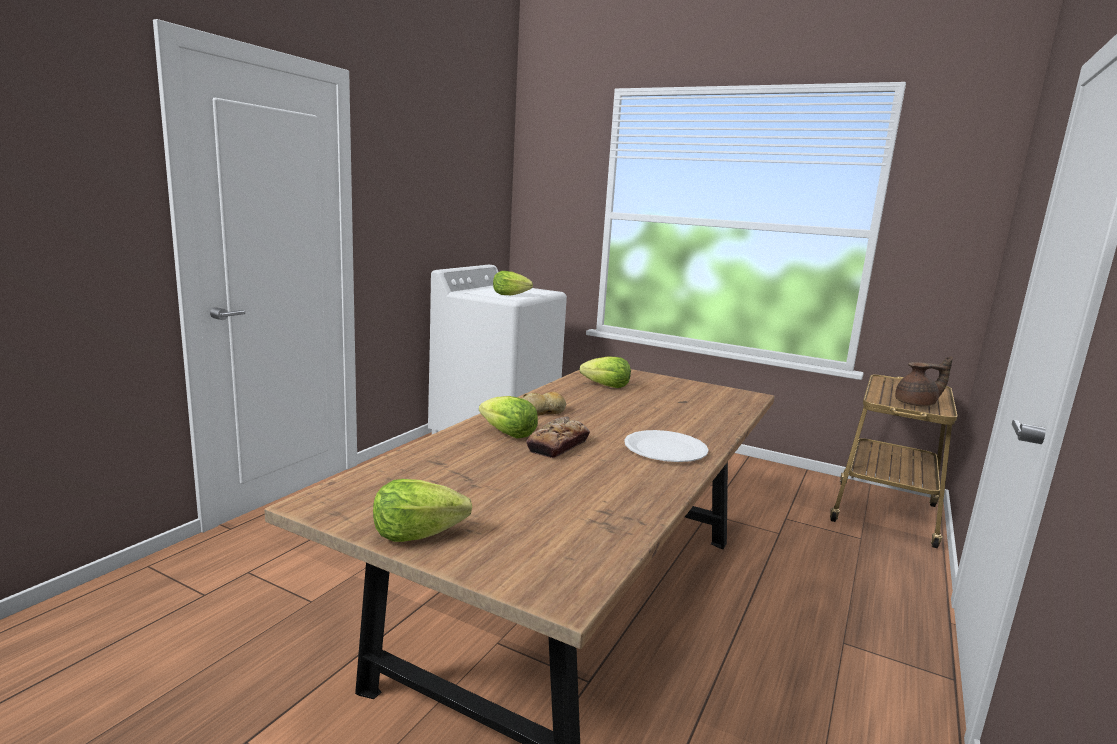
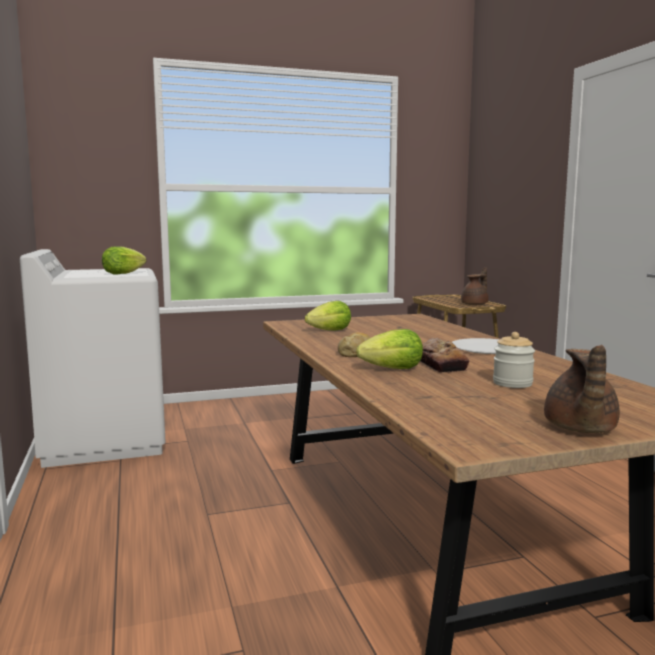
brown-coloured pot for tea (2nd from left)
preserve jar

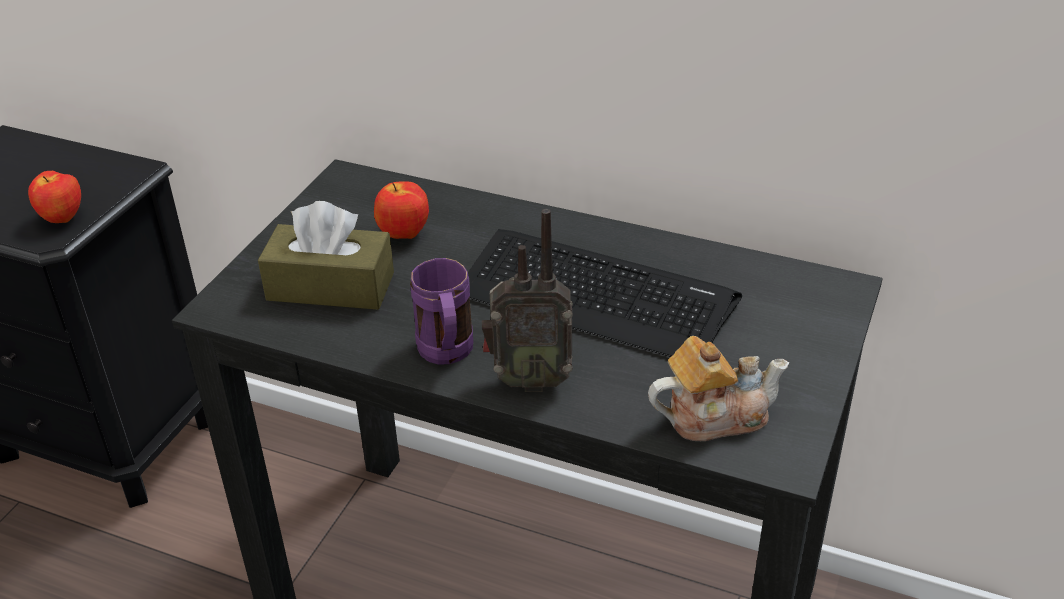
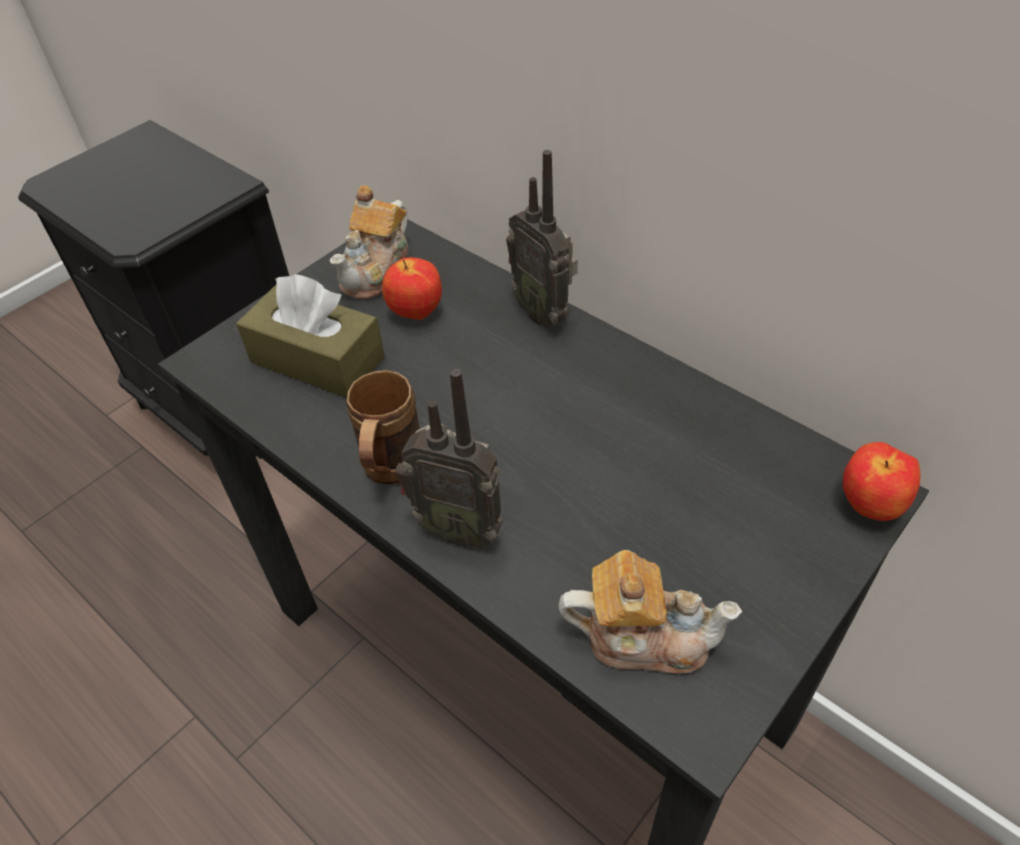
apple fruit (2nd from left)
brown-coloured mug
computer keyboard
pot for tea (1st from left)
radio set (2nd from left)

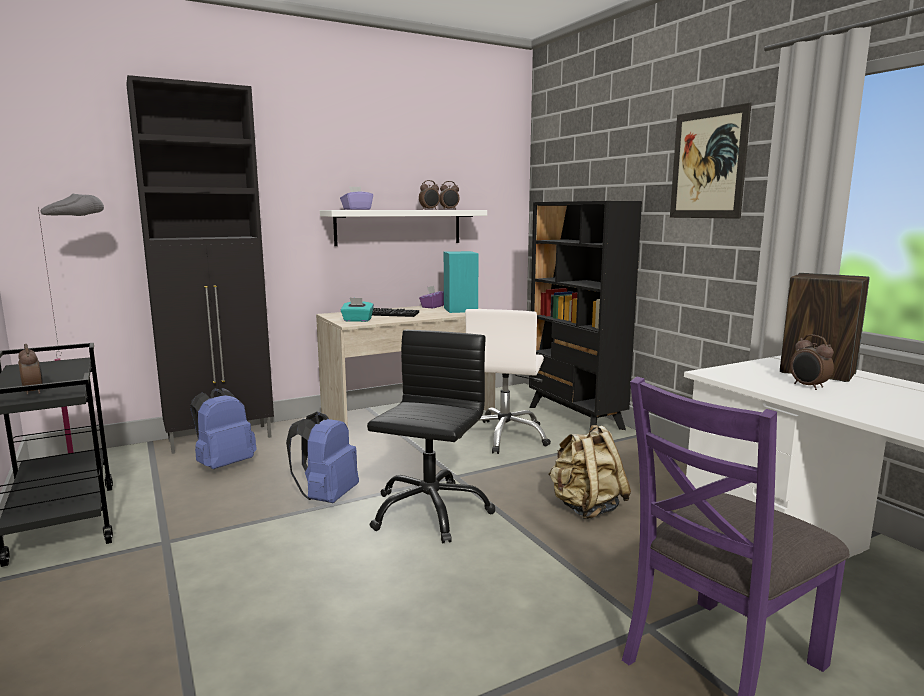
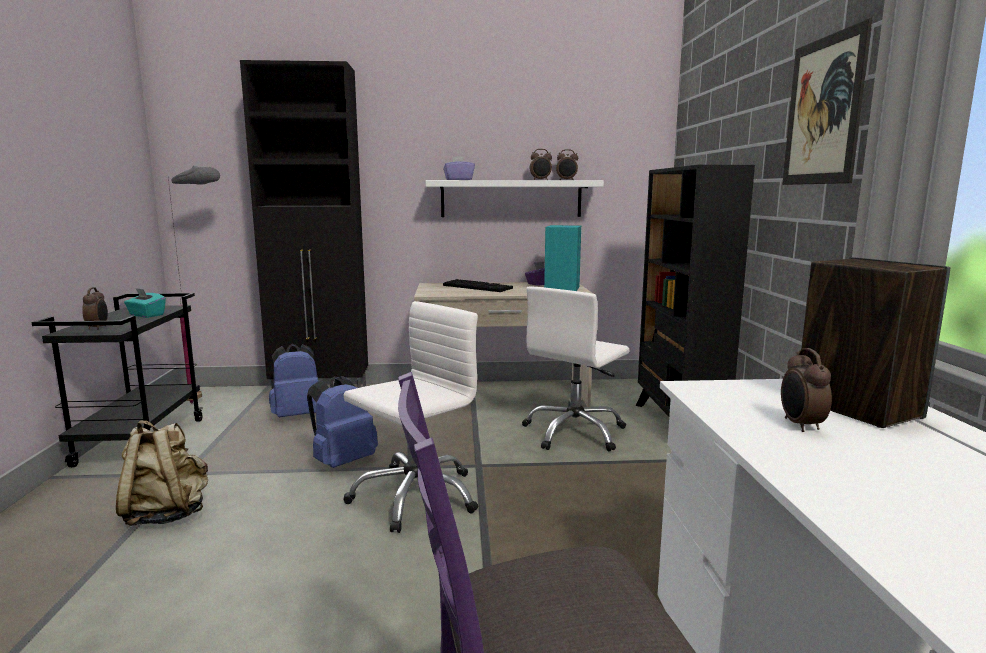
turquoise-coloured tissue box
white-coloured office chair (1st from left)
beige-coloured backpack

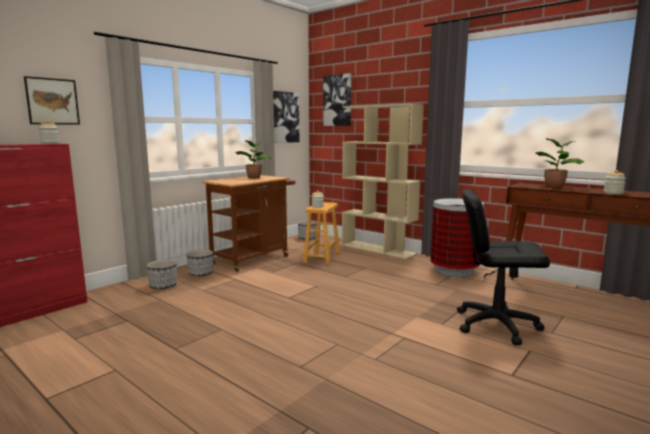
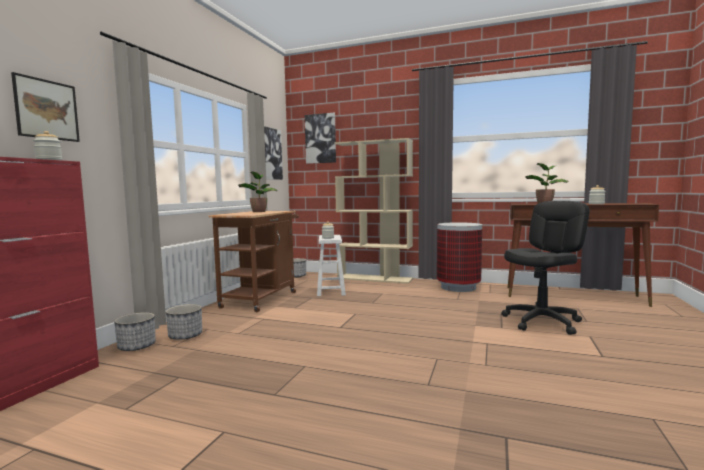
plant pot (1st from left)
white-coloured stool
black-coloured office chair

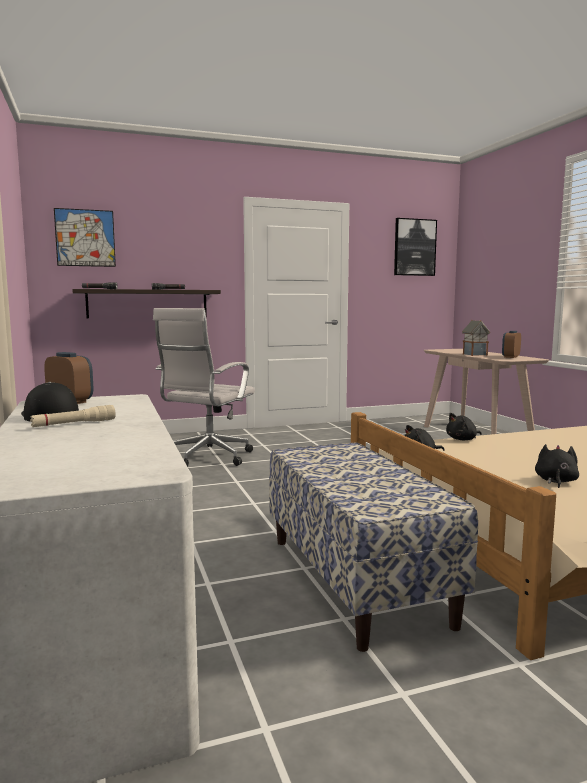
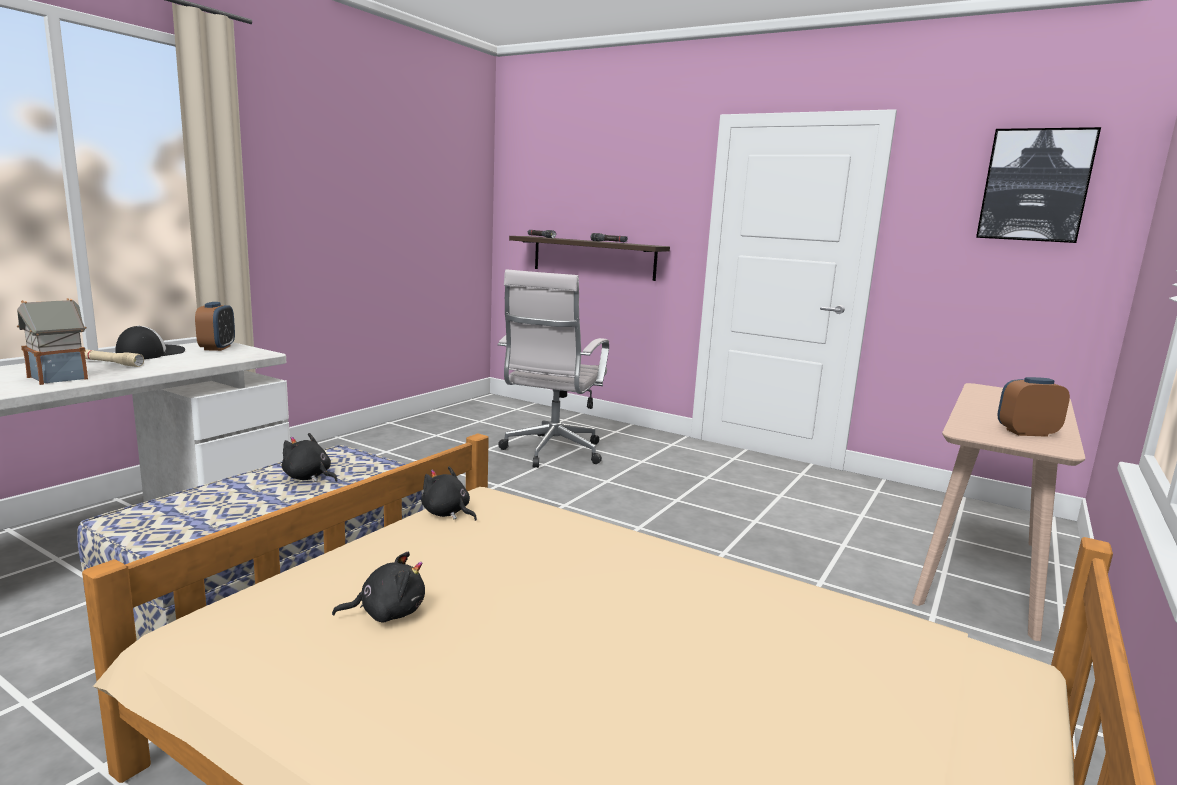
wall picture (1st from left in the first image)
white-coloured office chair
black-coloured plush toy (1st from left)
toy house

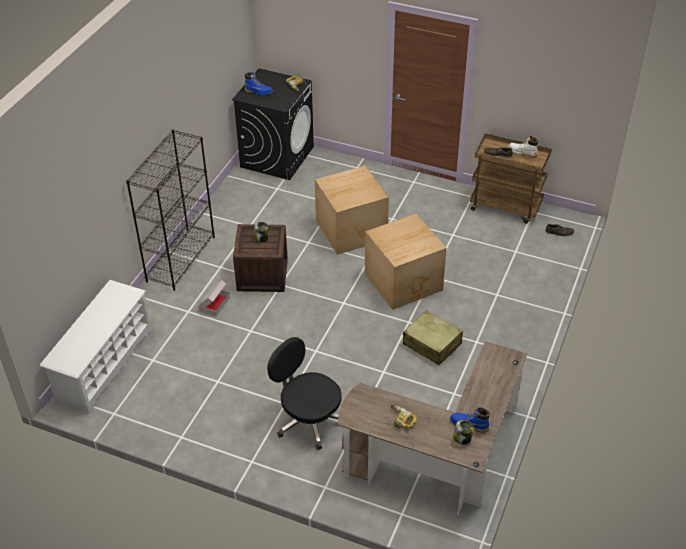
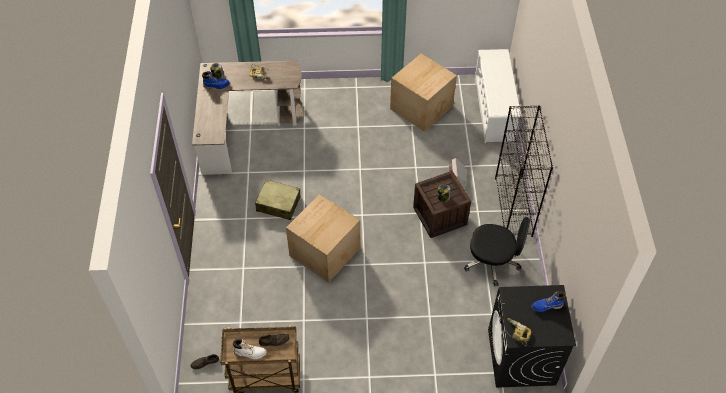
black-coloured office chair
carton (2nd from left)

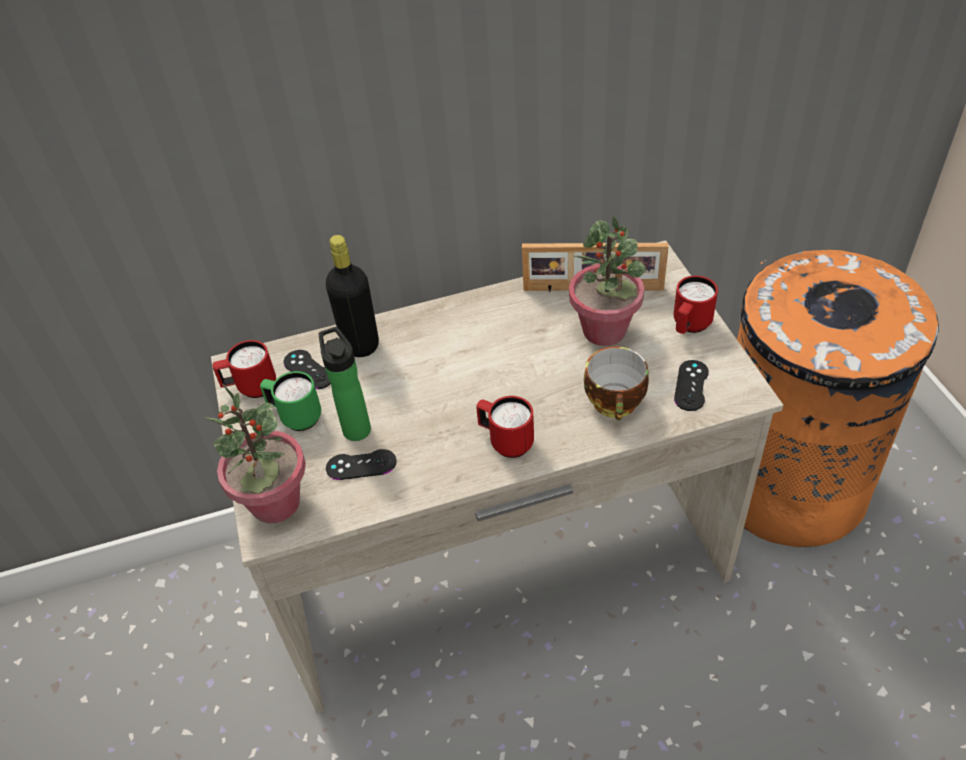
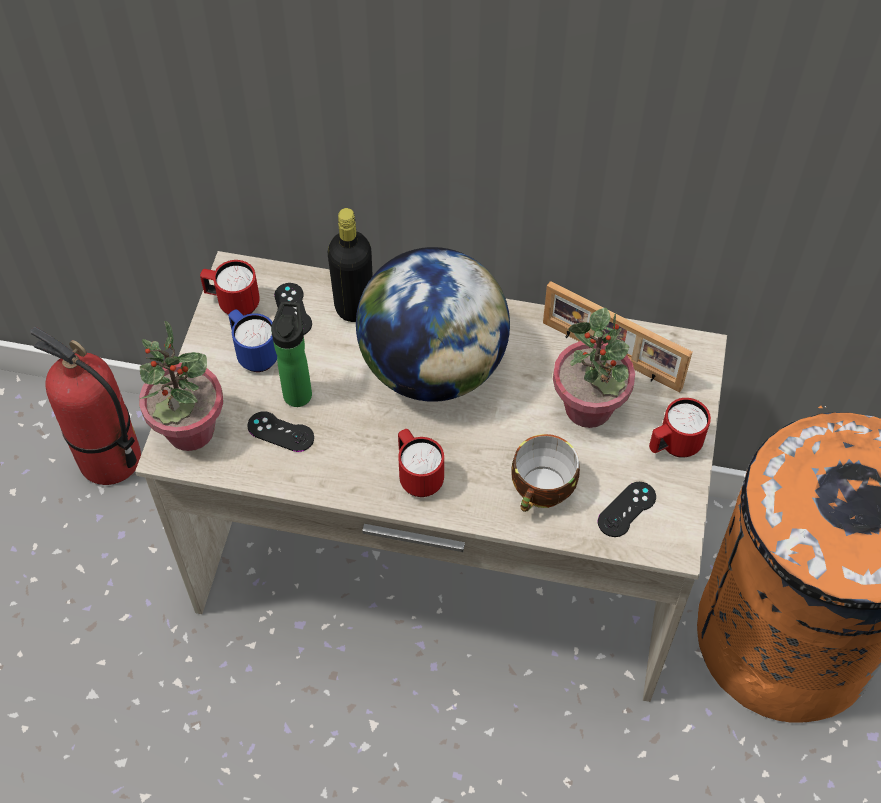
bluish mug
fire extinguisher
desk globe

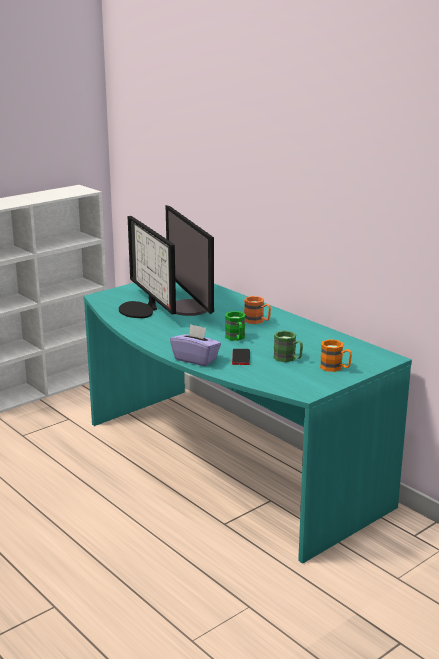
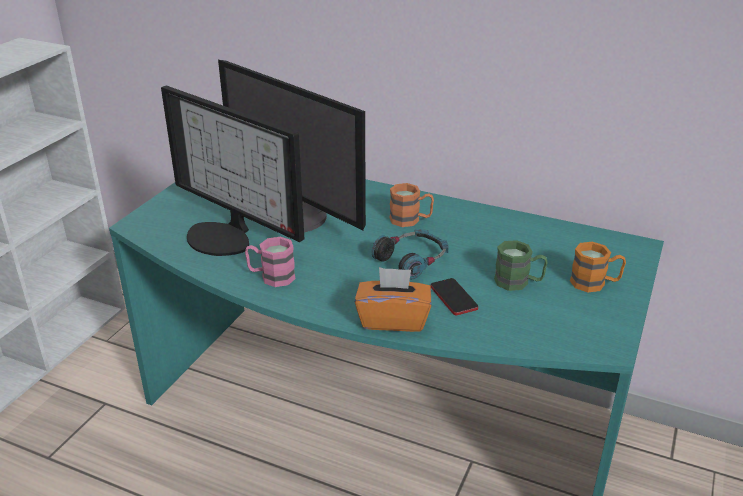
orangey tissue box
headphones
pink mug

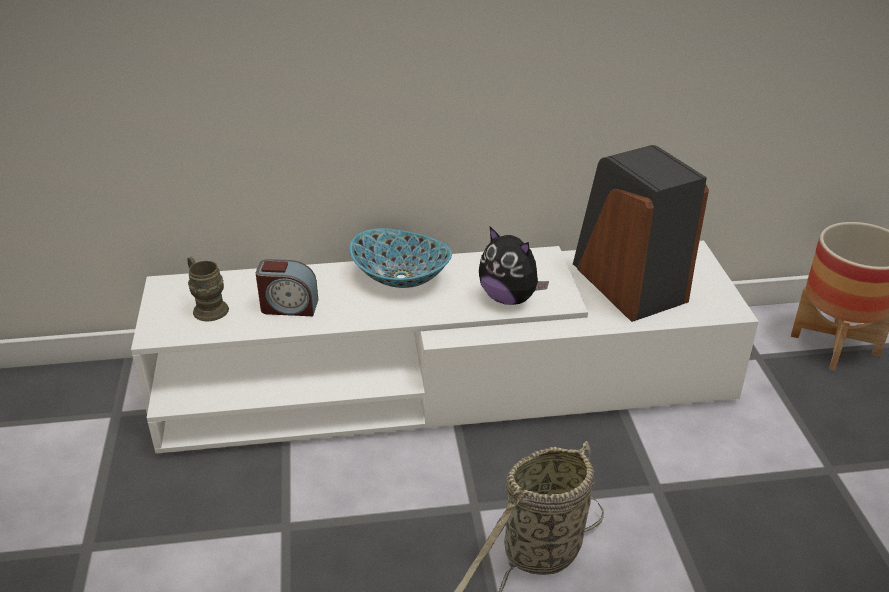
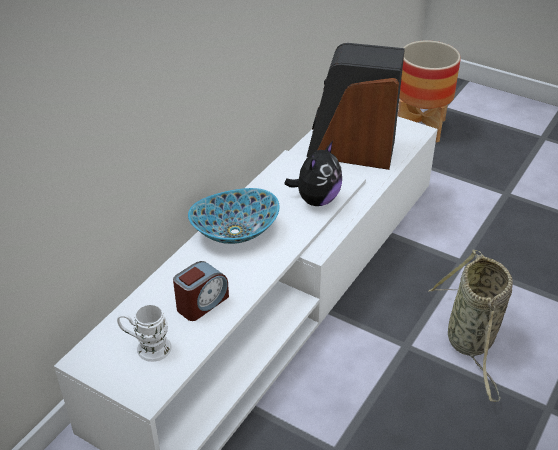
white-coloured mug
plush toy

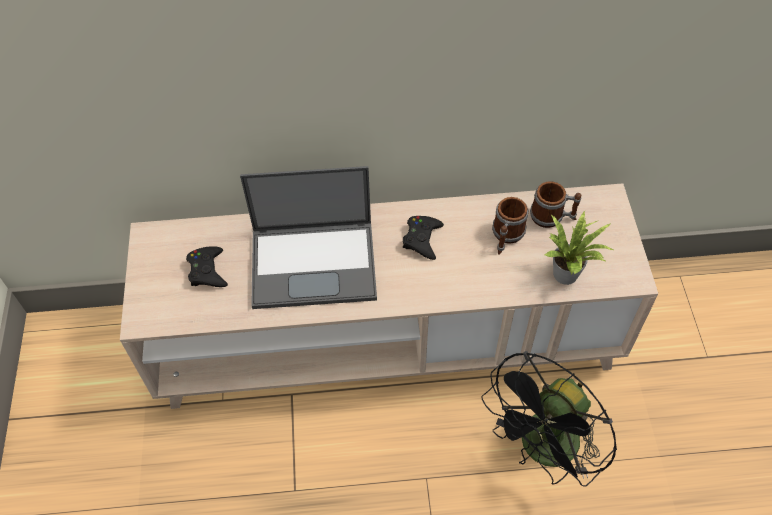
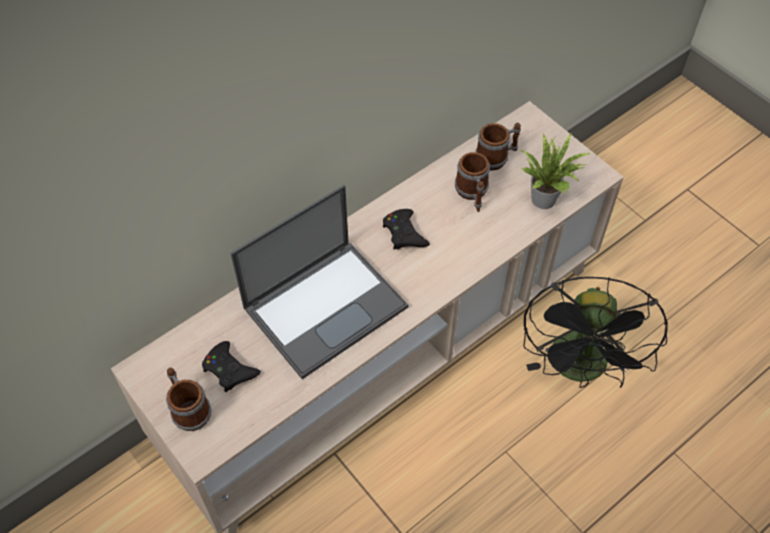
mug (1st from left)

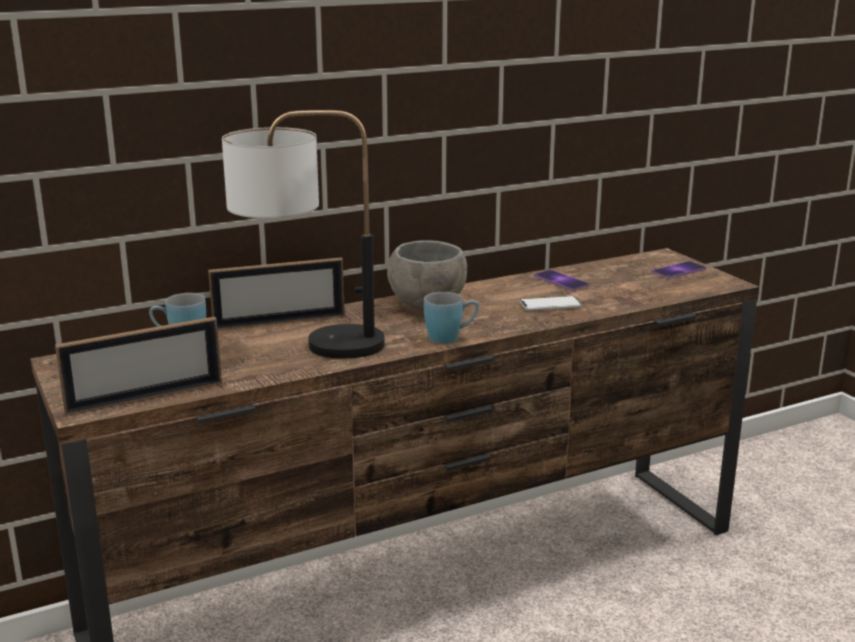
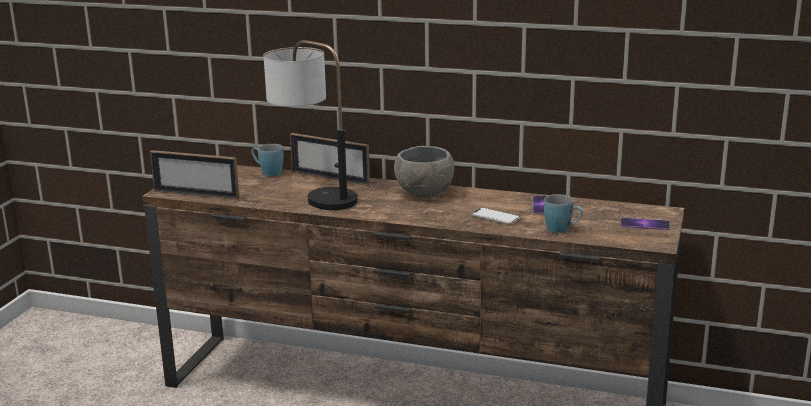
bluish mug (2nd from left)

